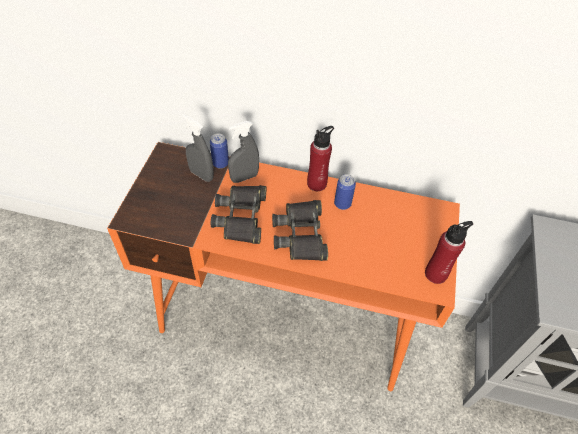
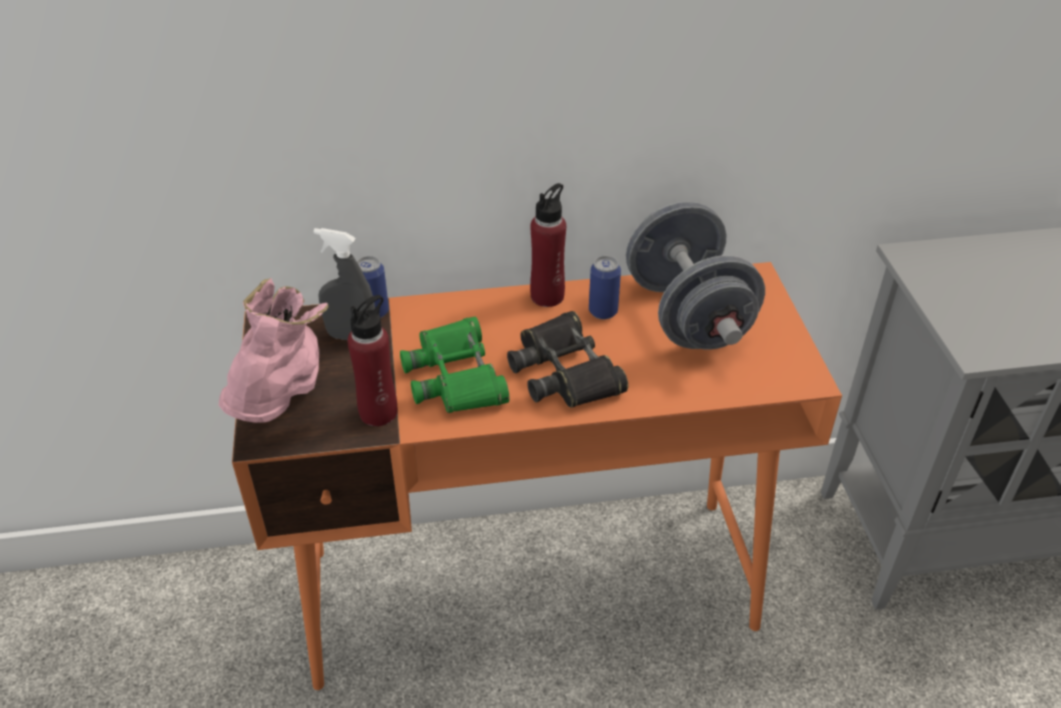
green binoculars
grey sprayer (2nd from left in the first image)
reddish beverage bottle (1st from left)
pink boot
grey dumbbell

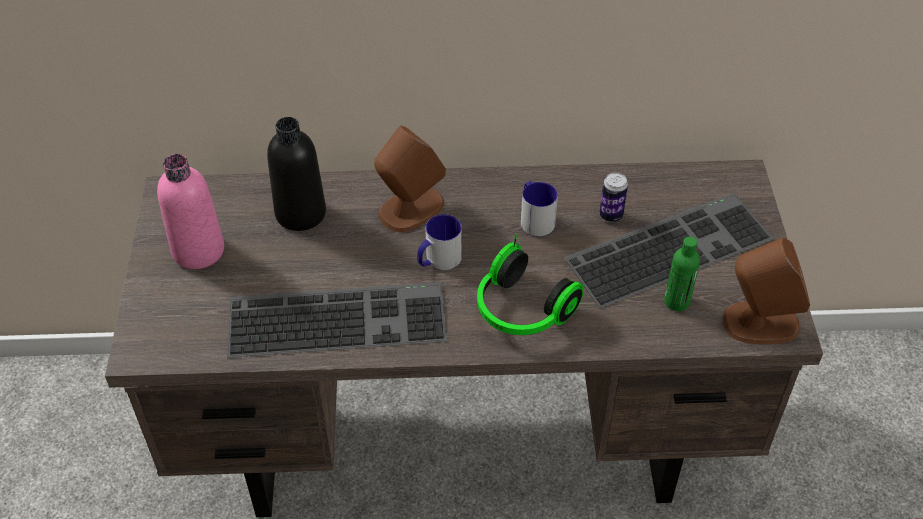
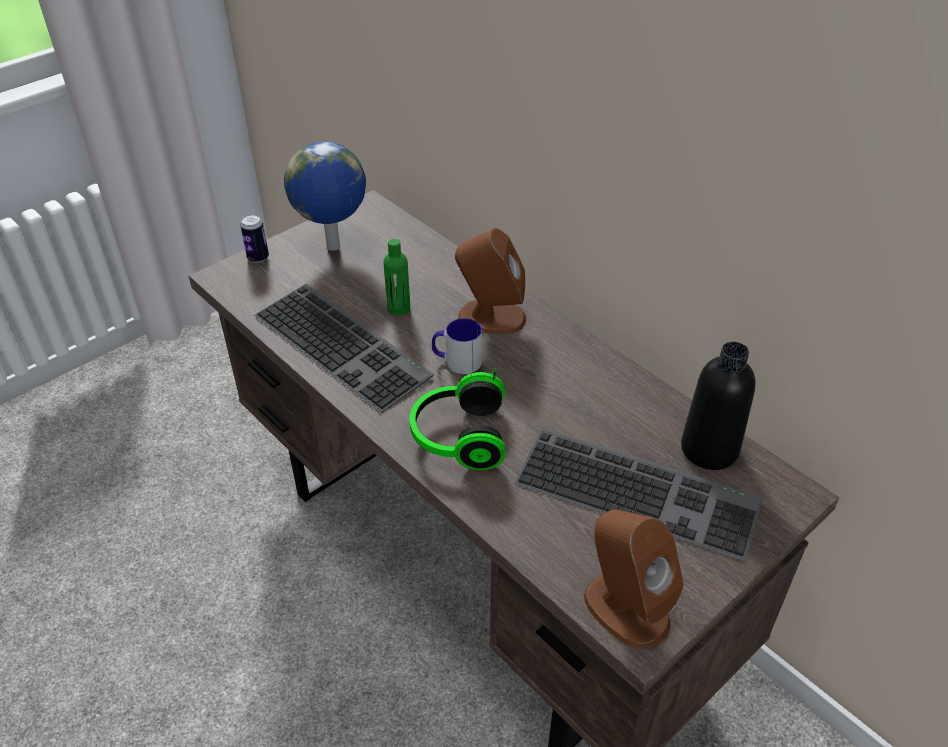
desk globe
black-coloured beverage bottle
mug (2nd from left in the first image)
sealed can
green beverage bottle

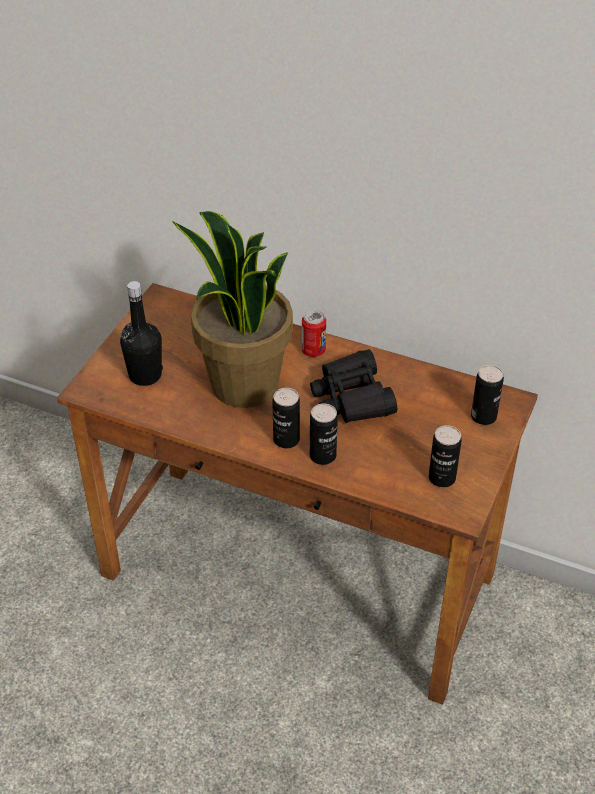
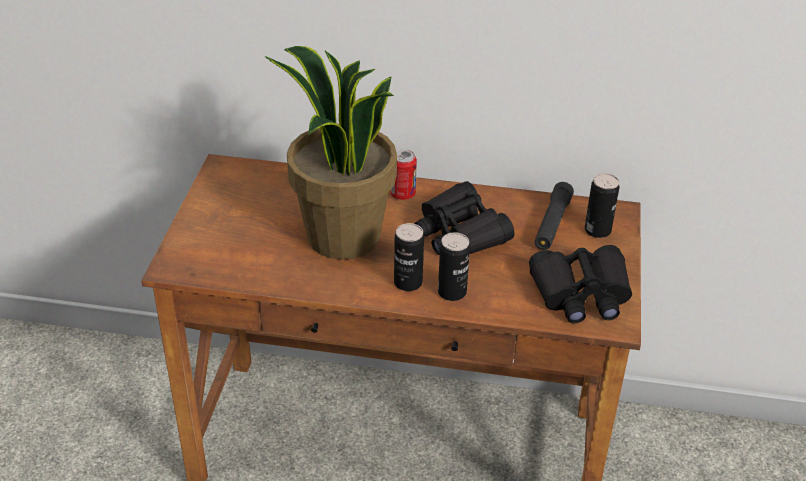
black-coloured beverage bottle
black-coloured binoculars (2nd from left)
black-coloured hand torch

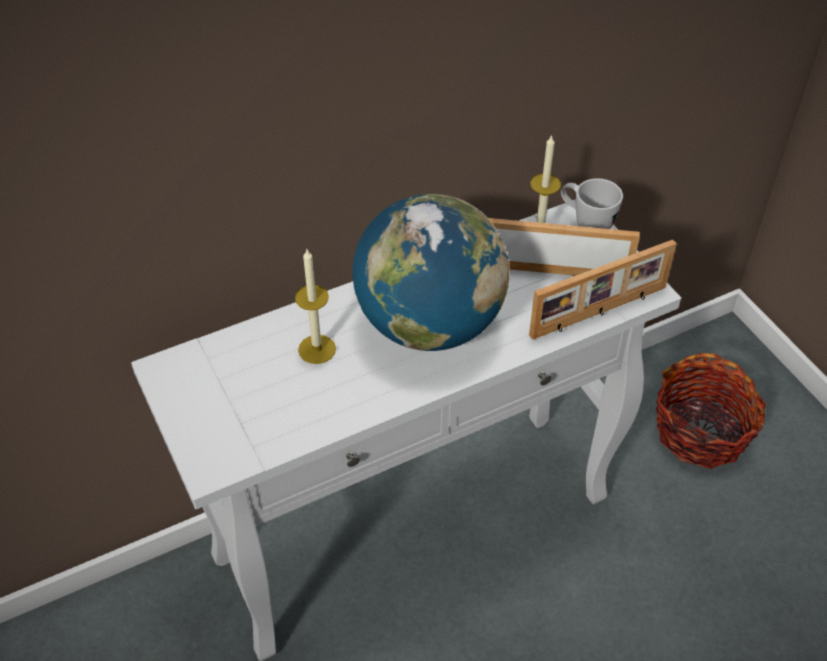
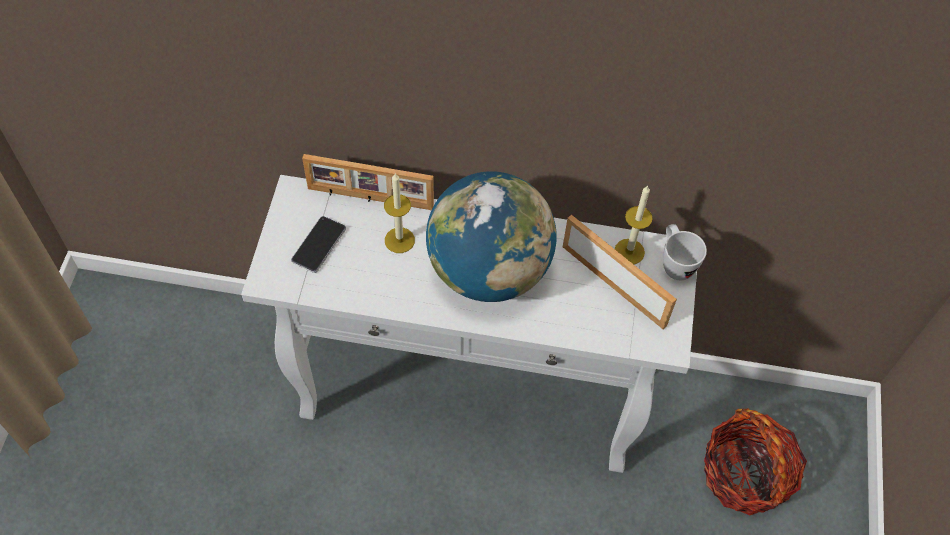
standing frame (1st from left)
phone

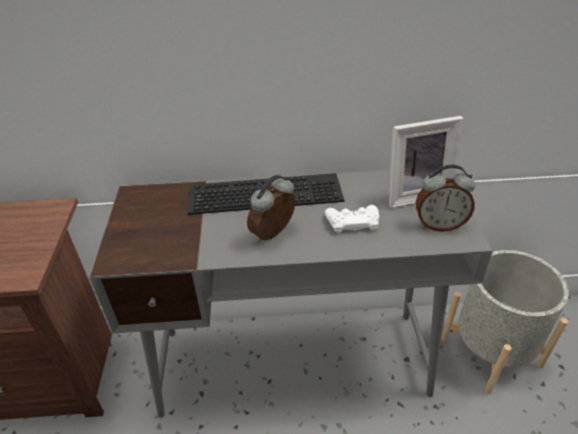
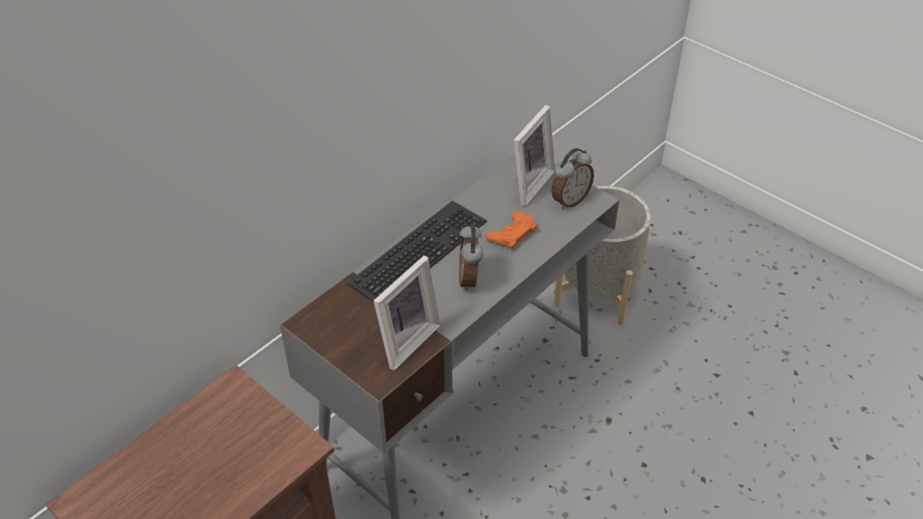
orangey game controller
standing frame (1st from left)

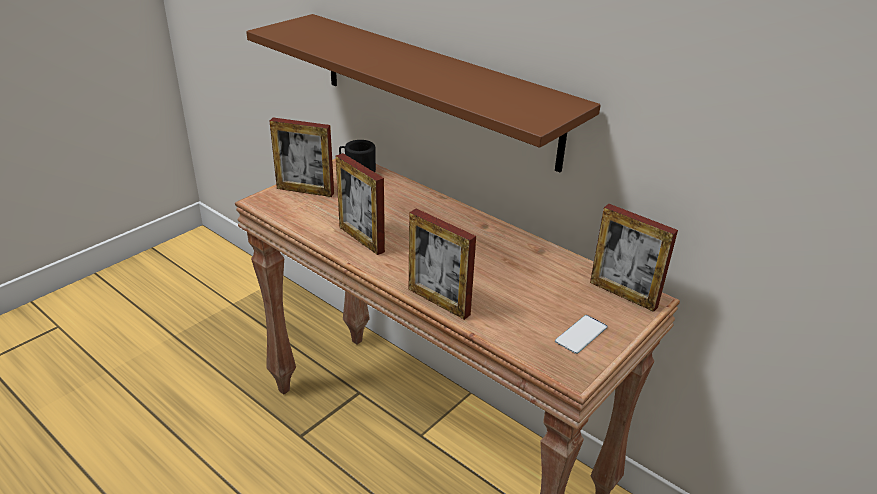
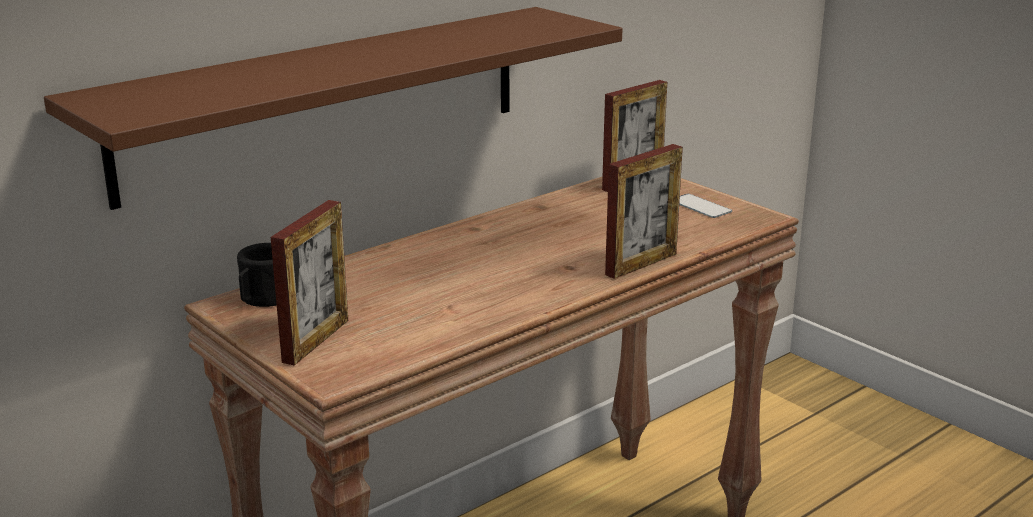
standing frame (2nd from left in the first image)

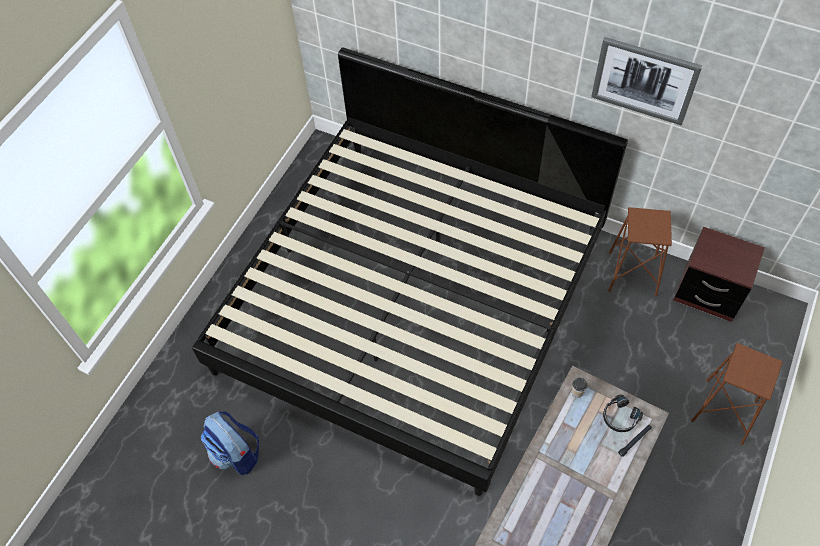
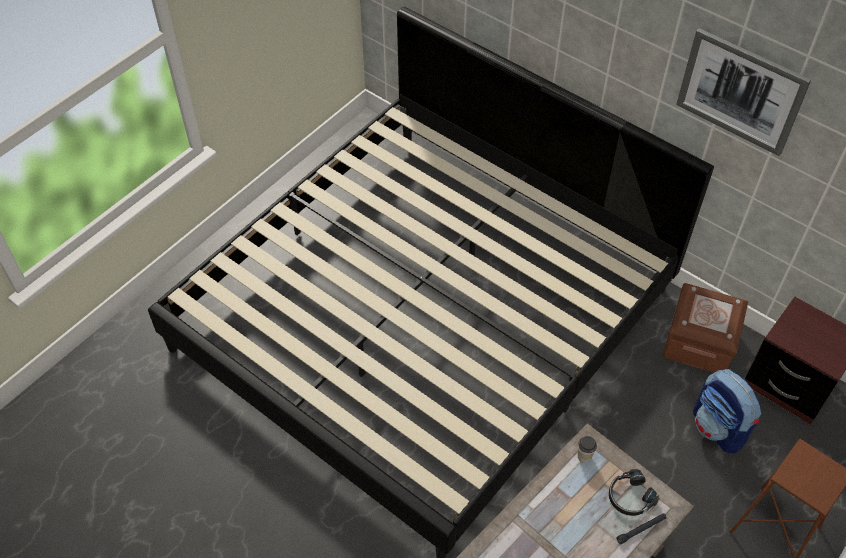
backpack
brown-coloured storage bin

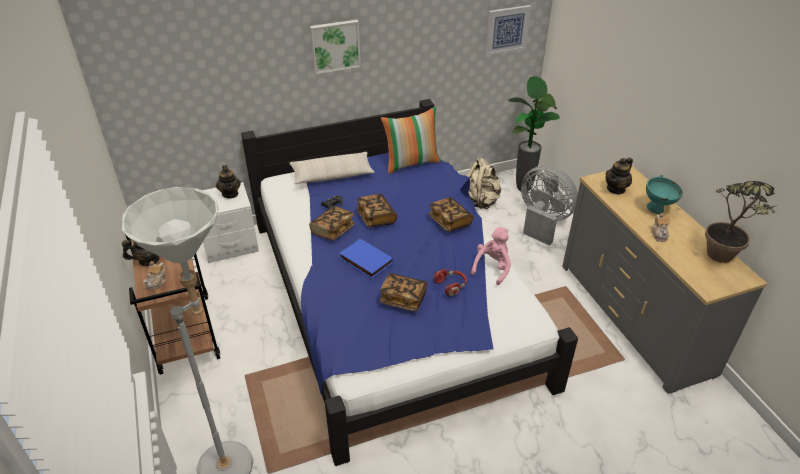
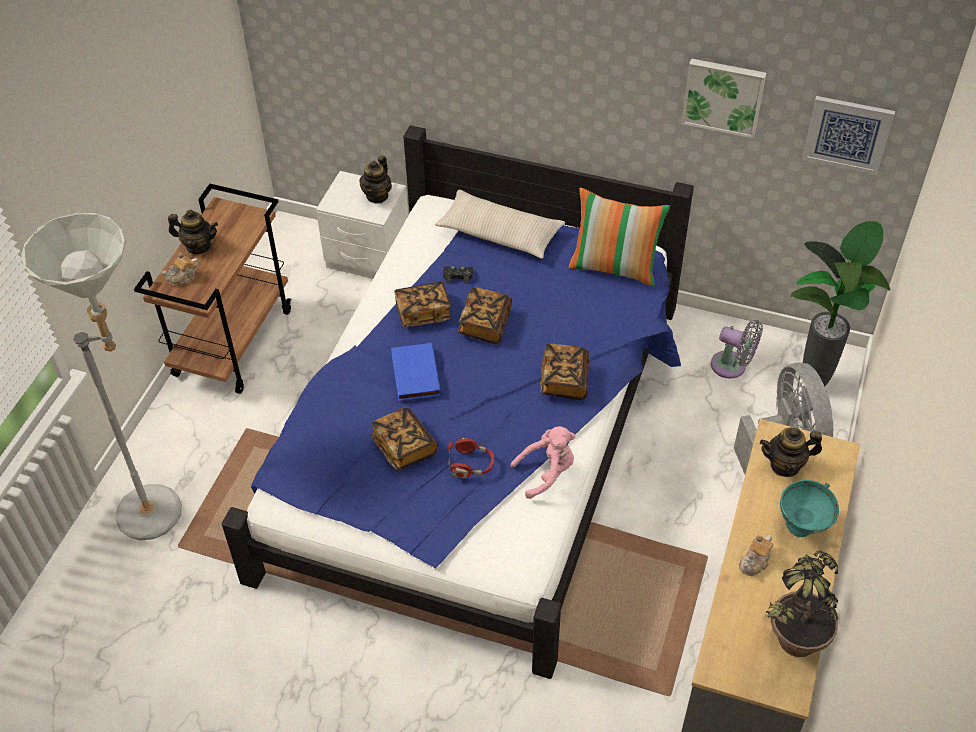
wall picture (1st from left)
grey electric fan (1st from left)

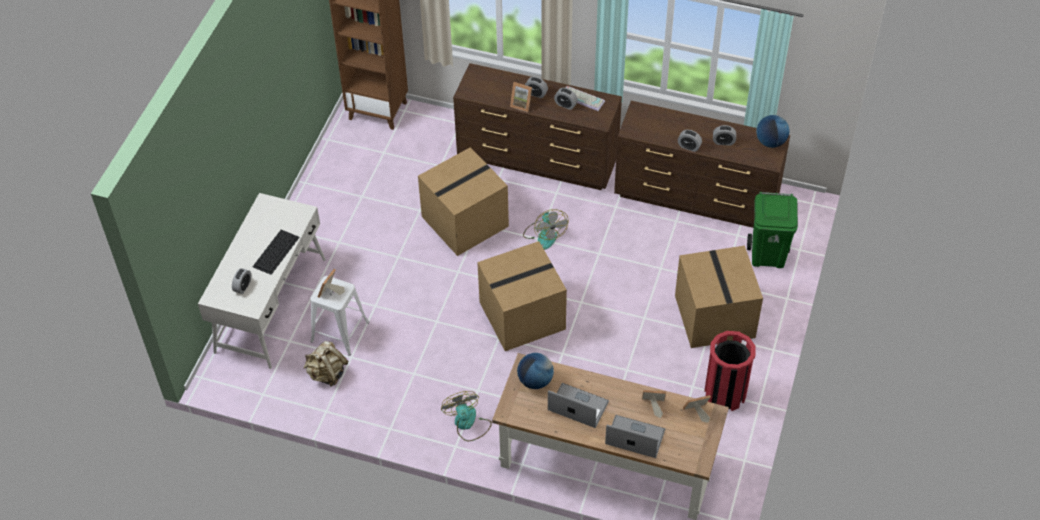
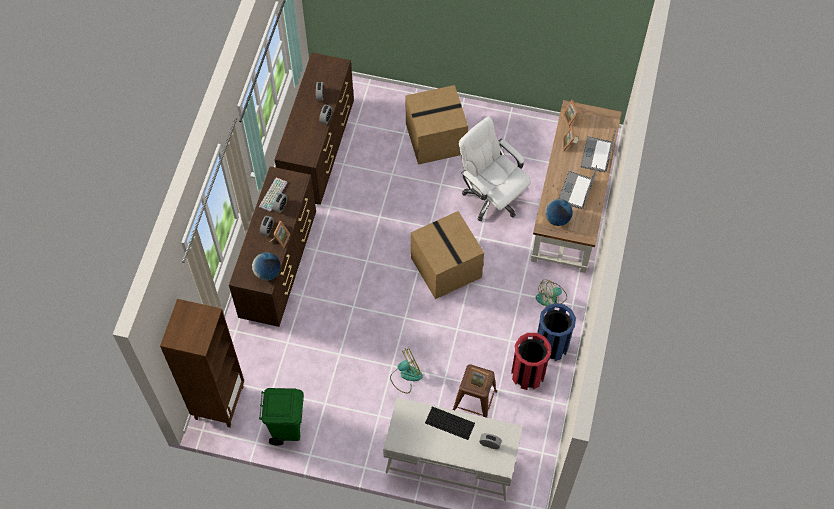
beige-coloured backpack
brown-coloured stool
carton (1st from left in the first image)
electric fan (1st from left)
reddish rubbish bin
green rubbish bin
desk globe (1st from left)
white-coloured office chair
bluish rubbish bin

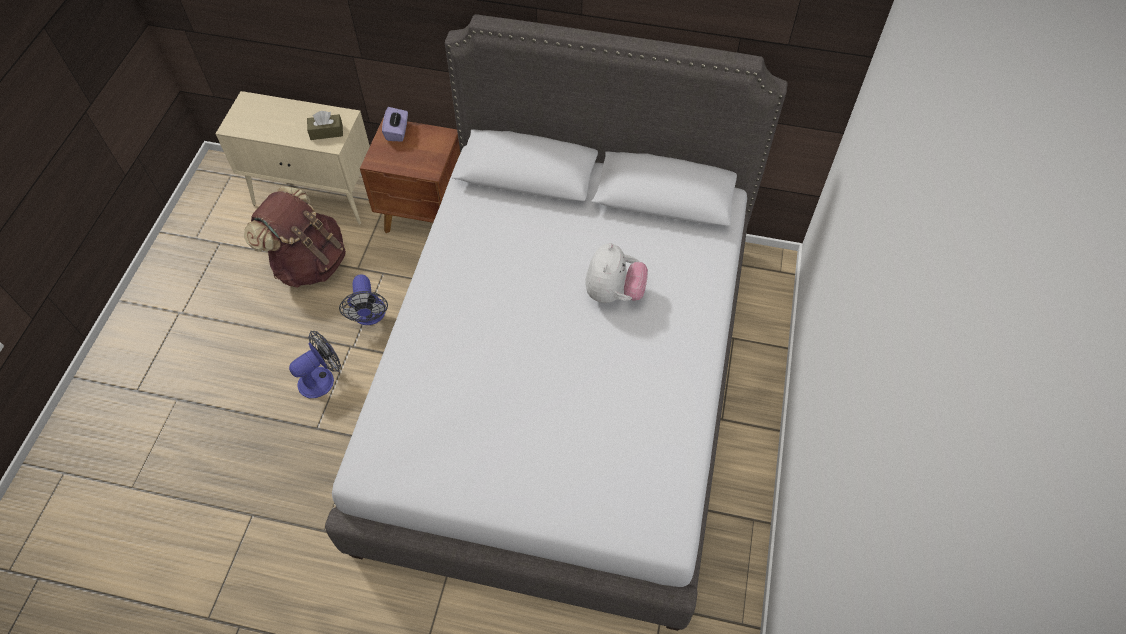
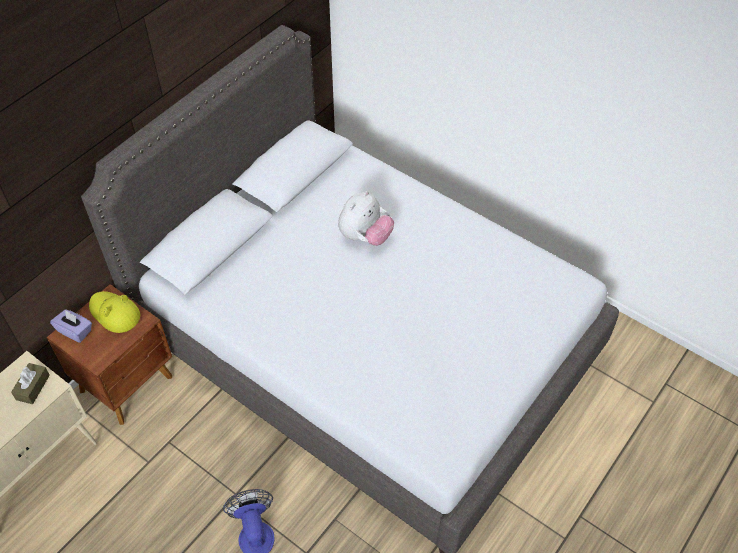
brown-coloured backpack
electric fan (2nd from left in the first image)
plush toy
yellowish hat

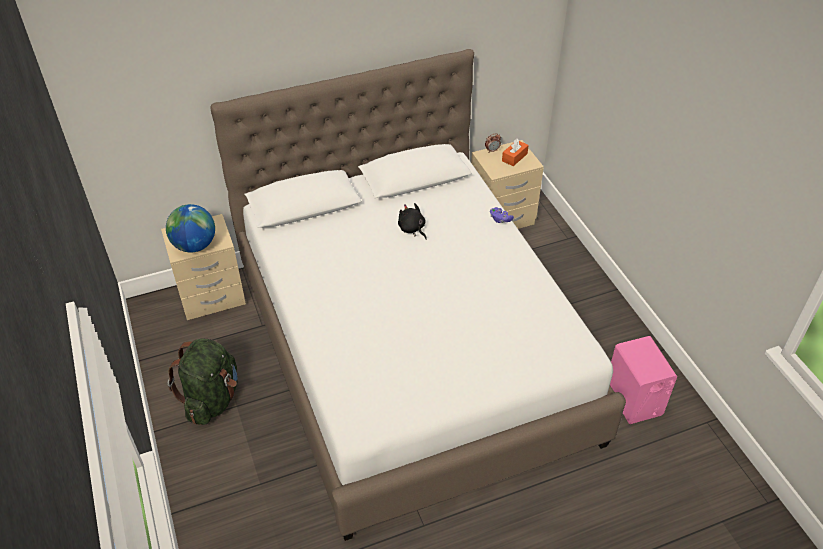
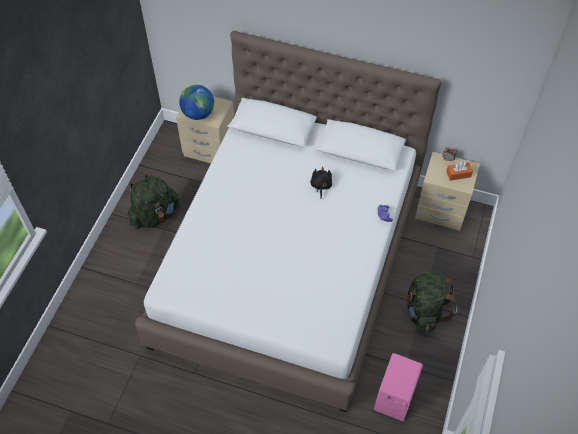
green backpack (2nd from left)

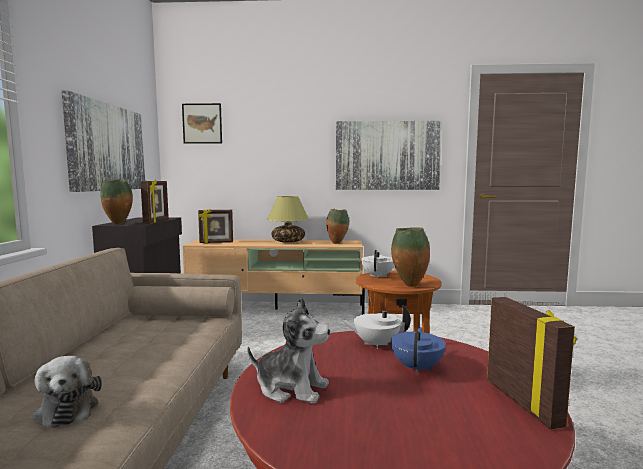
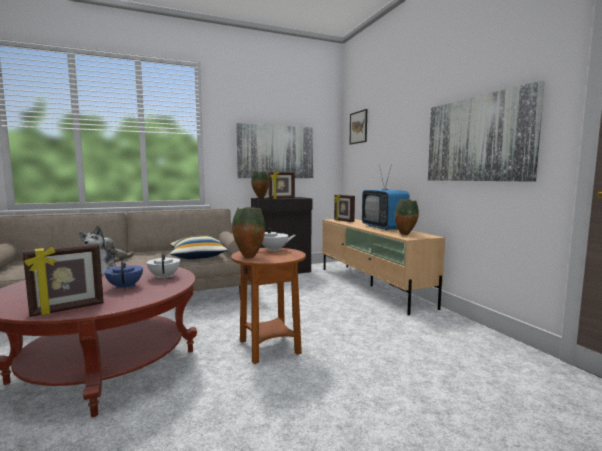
television
bluish pot for tea
throw pillow

